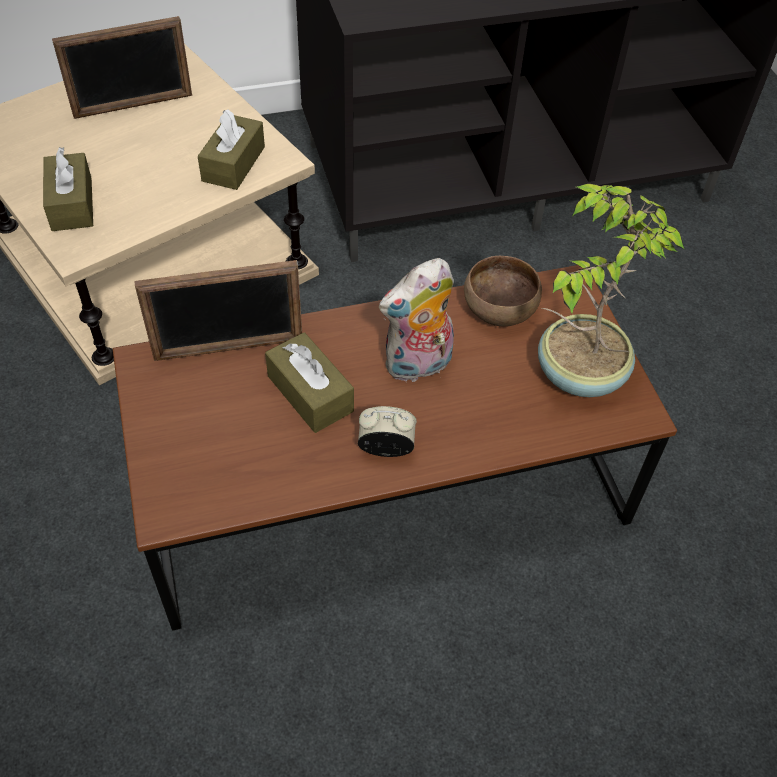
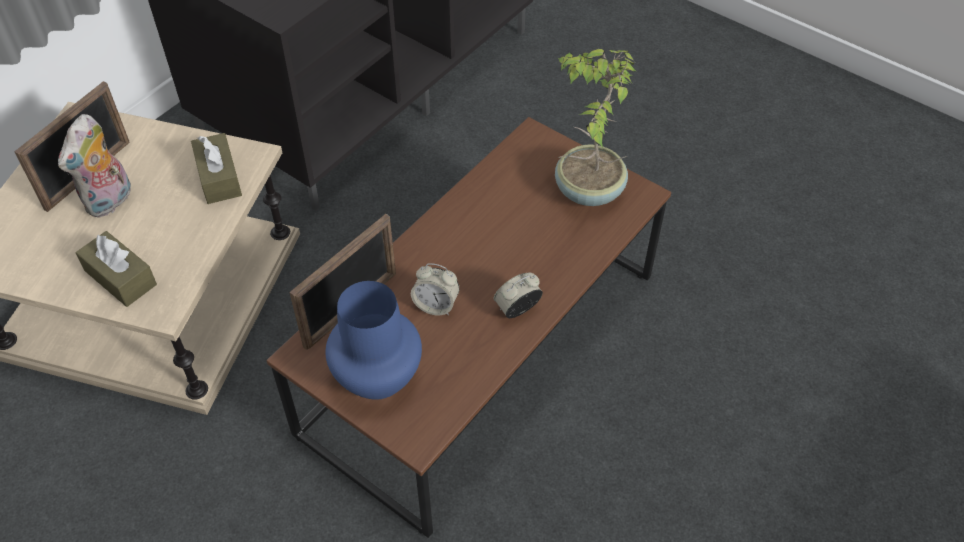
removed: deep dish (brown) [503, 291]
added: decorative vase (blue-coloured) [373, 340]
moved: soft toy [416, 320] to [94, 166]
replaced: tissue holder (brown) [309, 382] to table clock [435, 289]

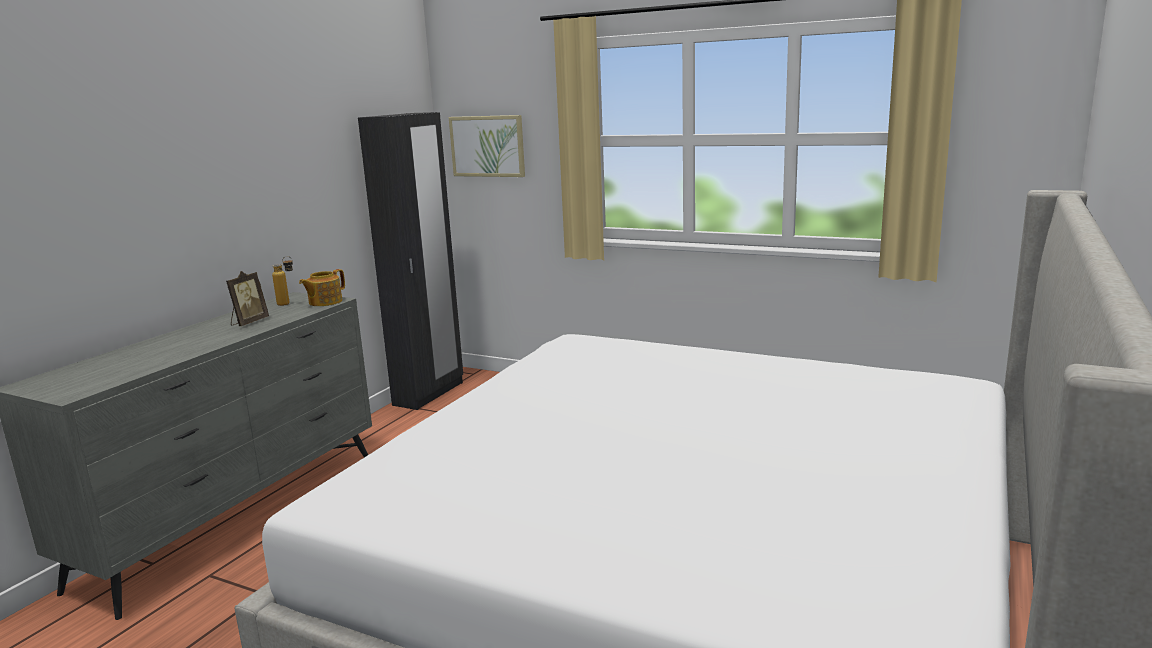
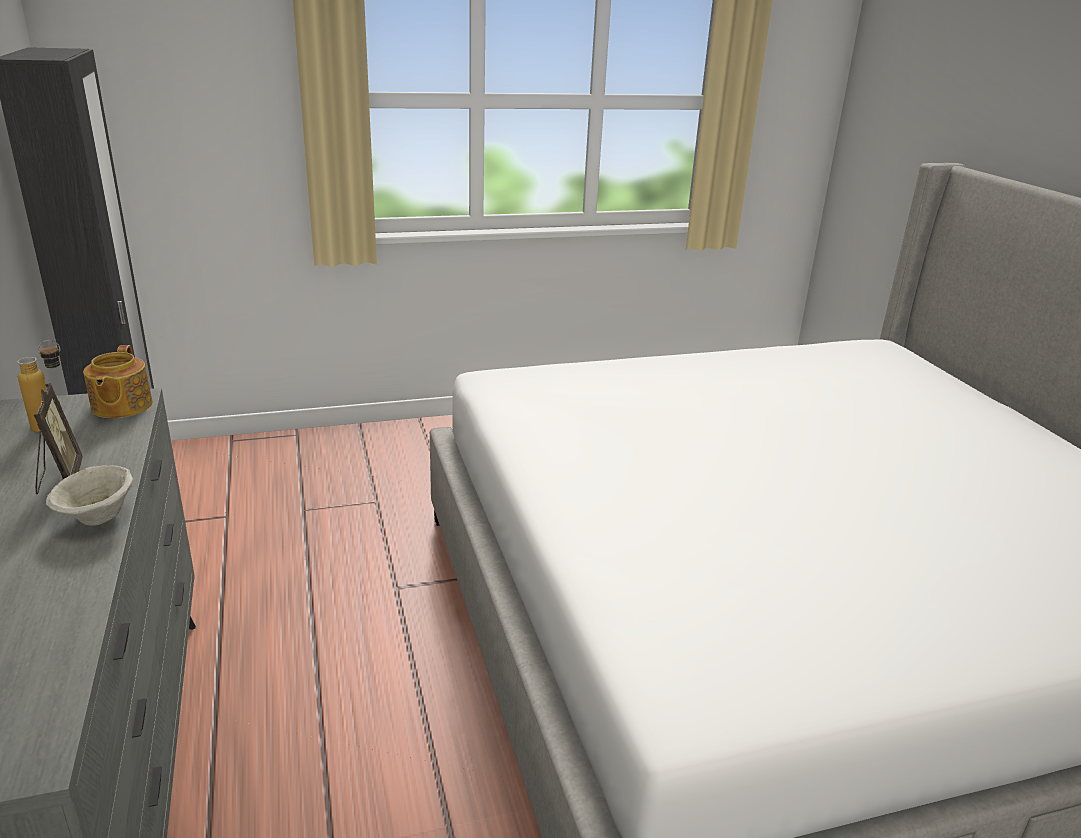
removed: wall picture [487, 146]
added: deep dish (beige) [89, 495]

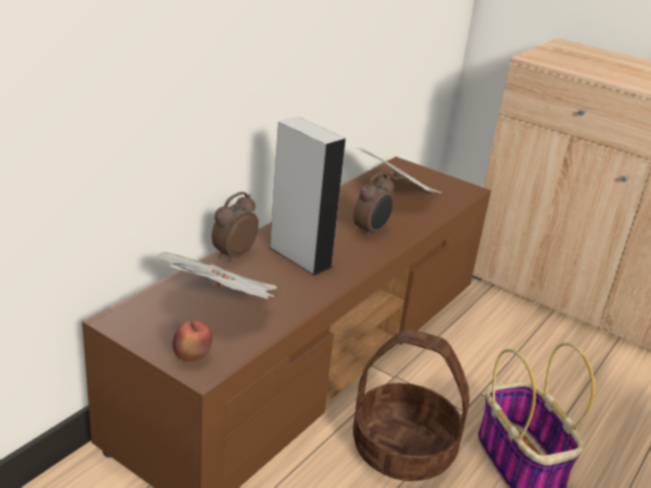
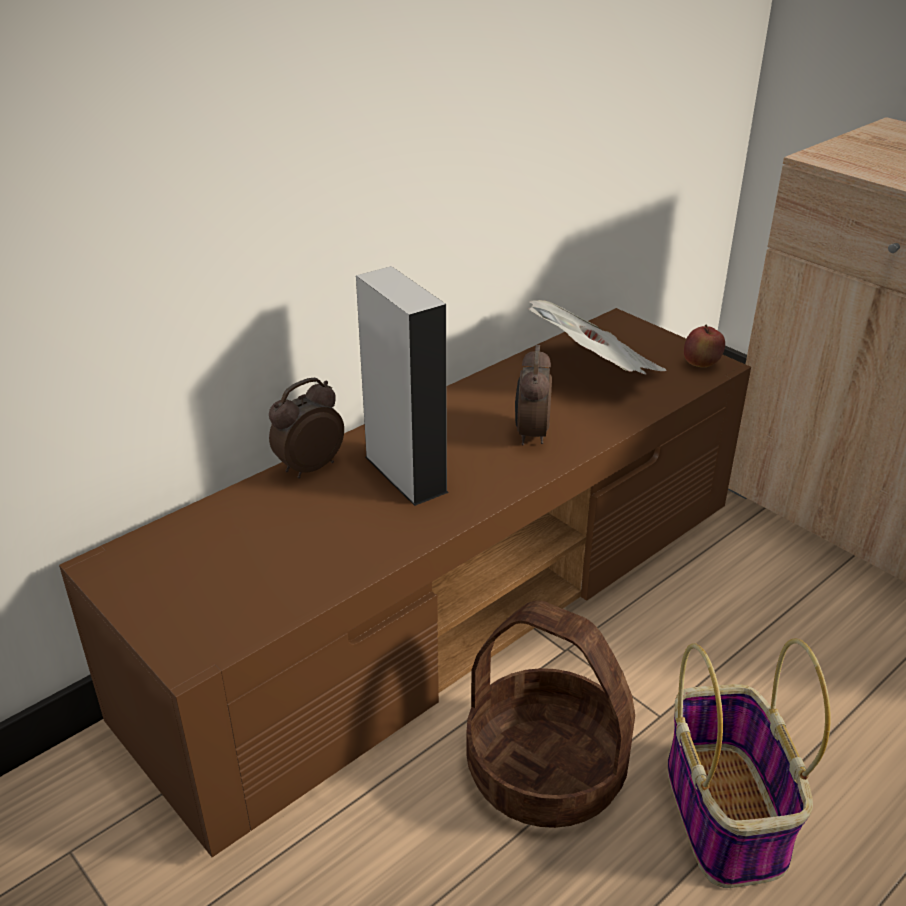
removed: newspaper [217, 275]
moved: apple fruit [192, 341] to [704, 345]
turned: table clock [373, 205] = [533, 395] 135 degrees clockwise

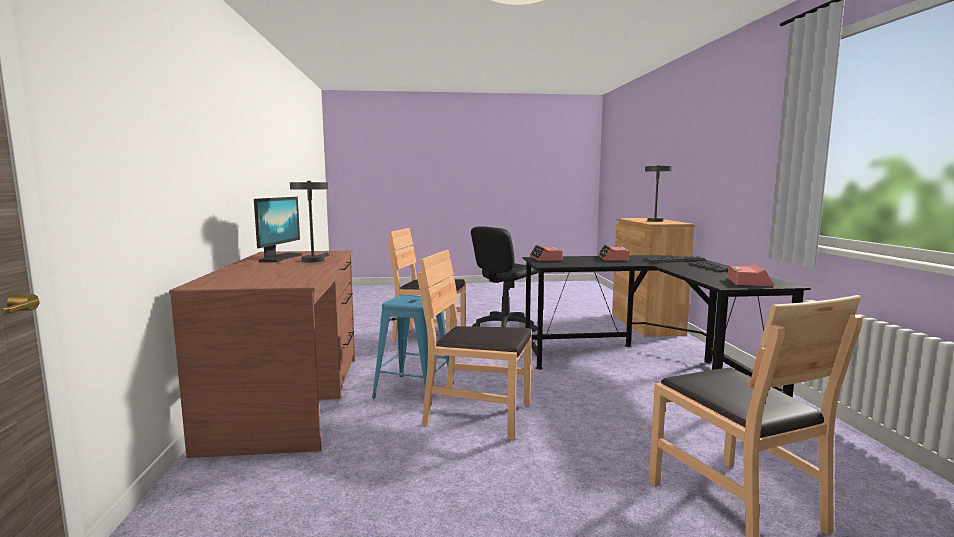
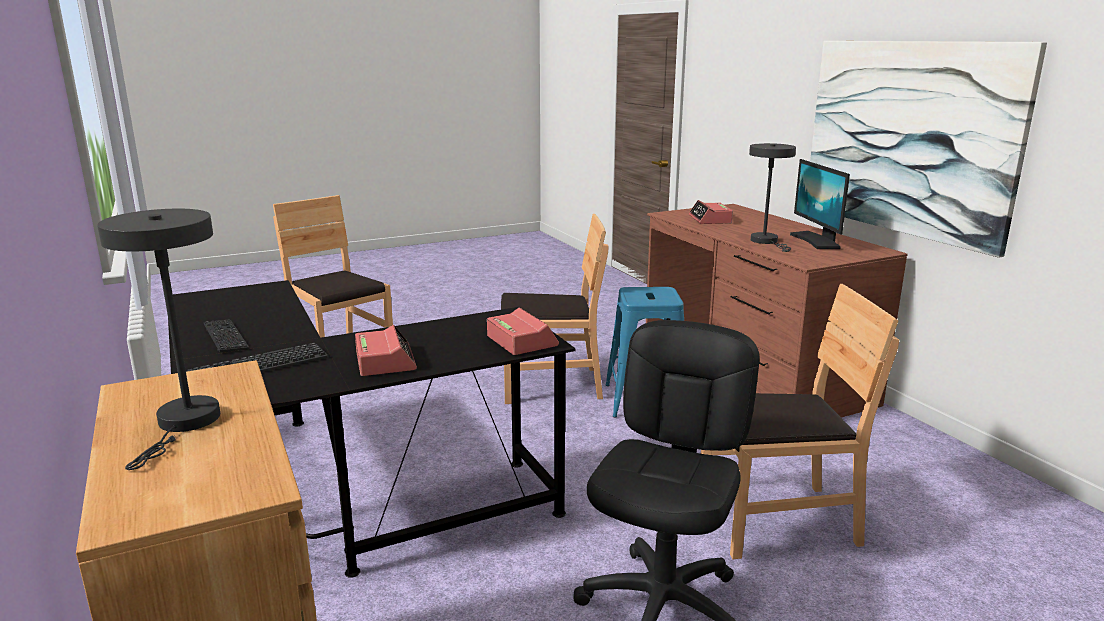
added: wall picture [928, 149]
moved: table clock [751, 275] to [711, 212]

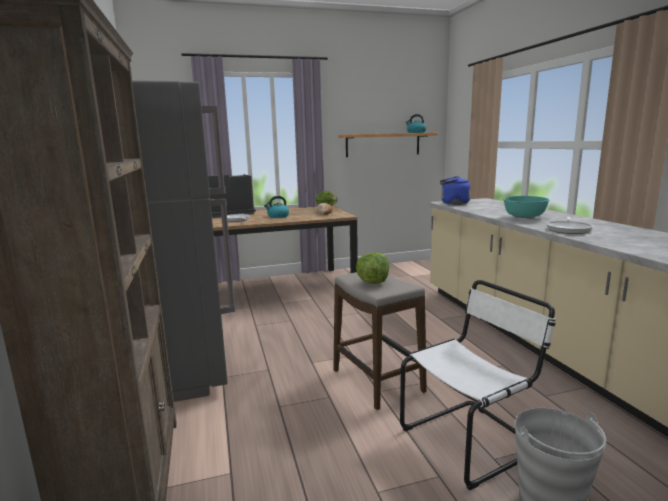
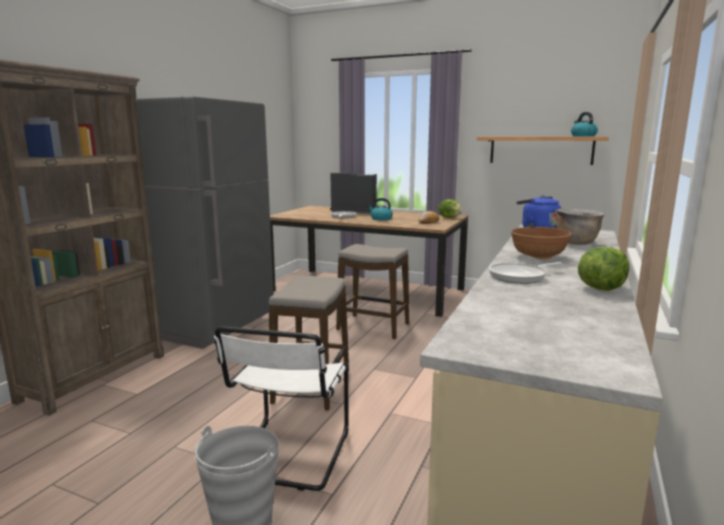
added: stool [372, 291]; cooking pot (brown) [581, 227]
moved: head of lettuce [372, 268] to [603, 269]
recoloured: deep dish (turquoise) [526, 207] to deep dish (brown) [541, 243]
turned: chair (whitish) [478, 385] = [281, 408] 90 degrees clockwise

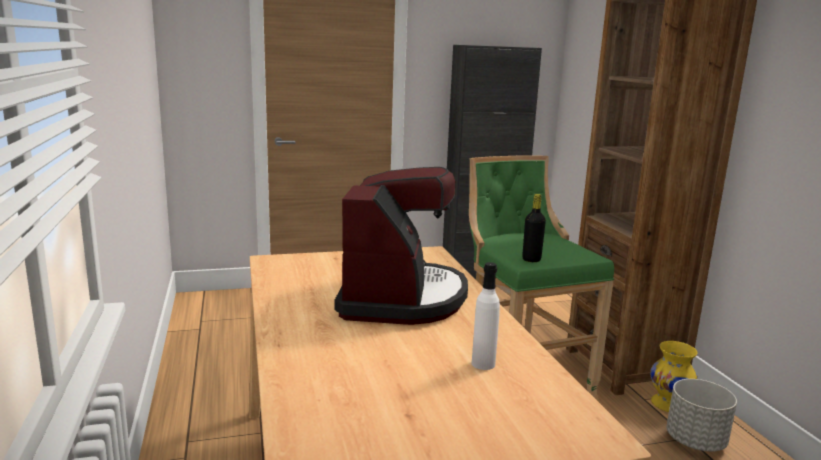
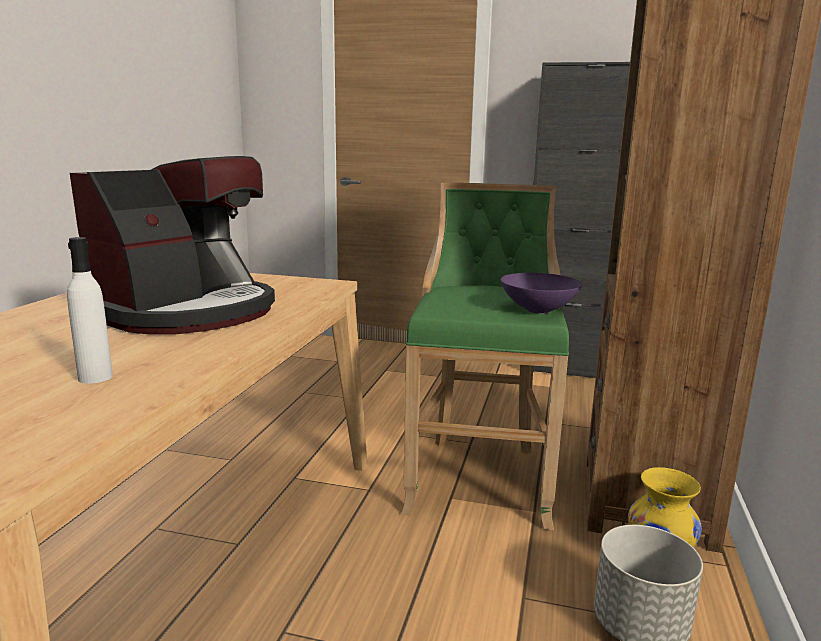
removed: beverage bottle (blackish) [534, 228]
added: deep dish (purplish) [541, 293]

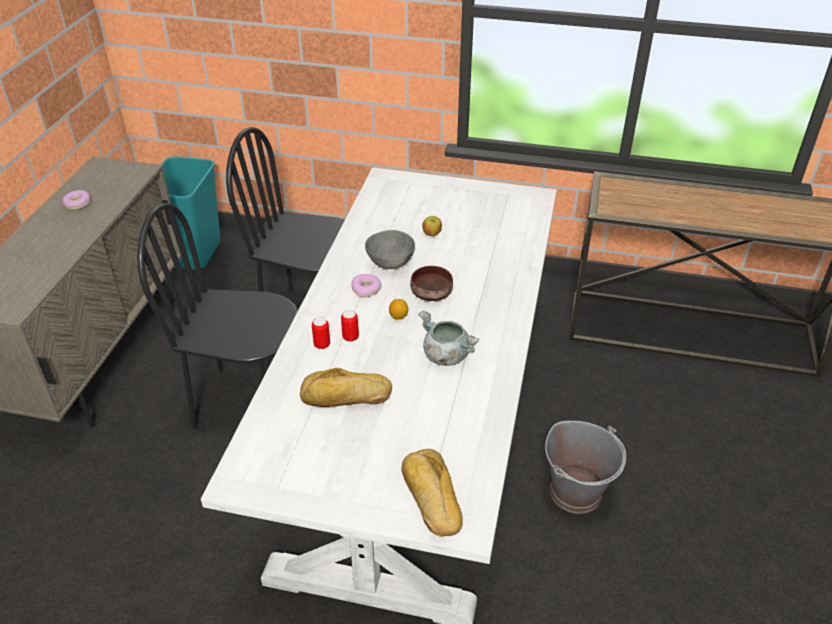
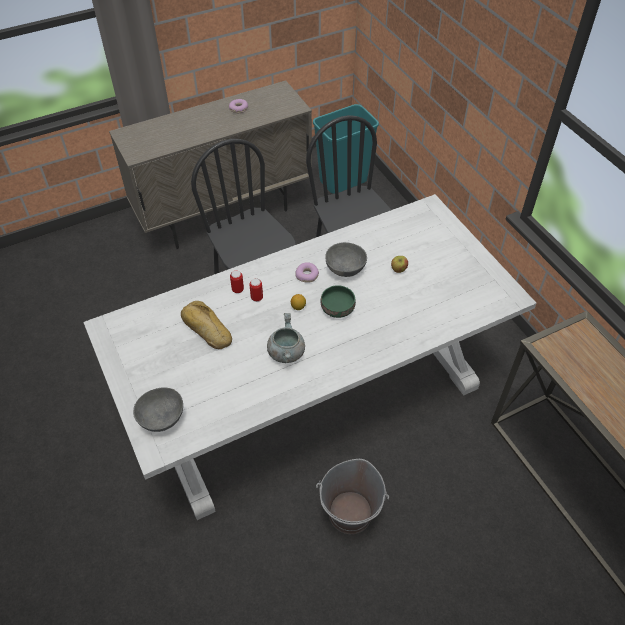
replaced: bread [432, 493] to deep dish (greyish) [158, 409]
recoloured: deep dish (brown) [431, 283] to deep dish (green-coloured) [338, 301]

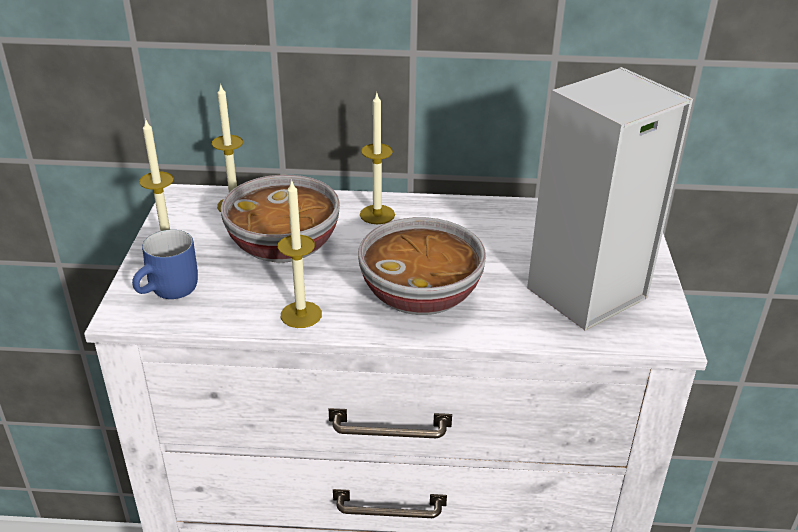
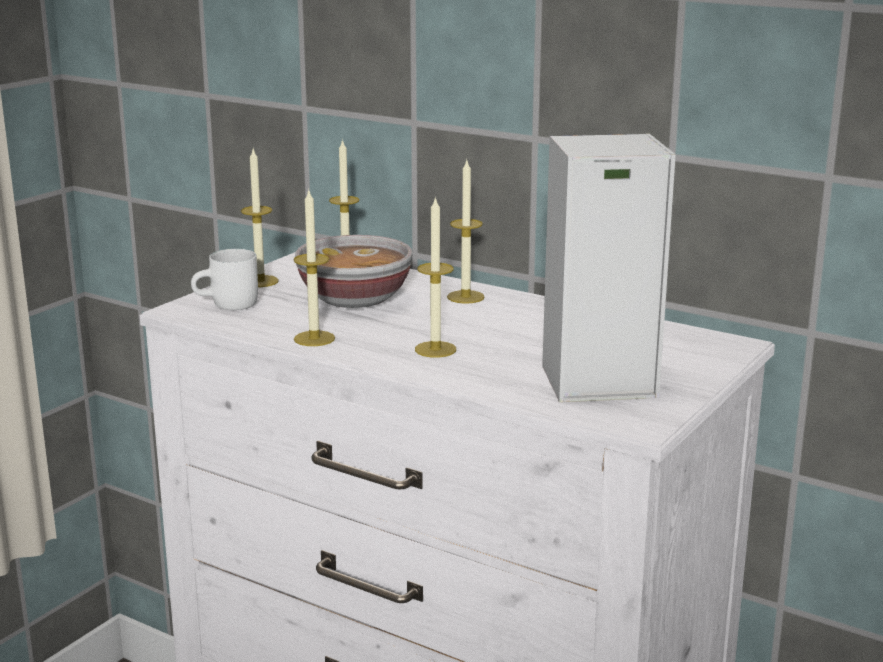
replaced: deep dish [422, 266] to wax candle [435, 277]
recoloured: tea mug (blue-coloured) [165, 264] to tea mug (whitish) [224, 279]

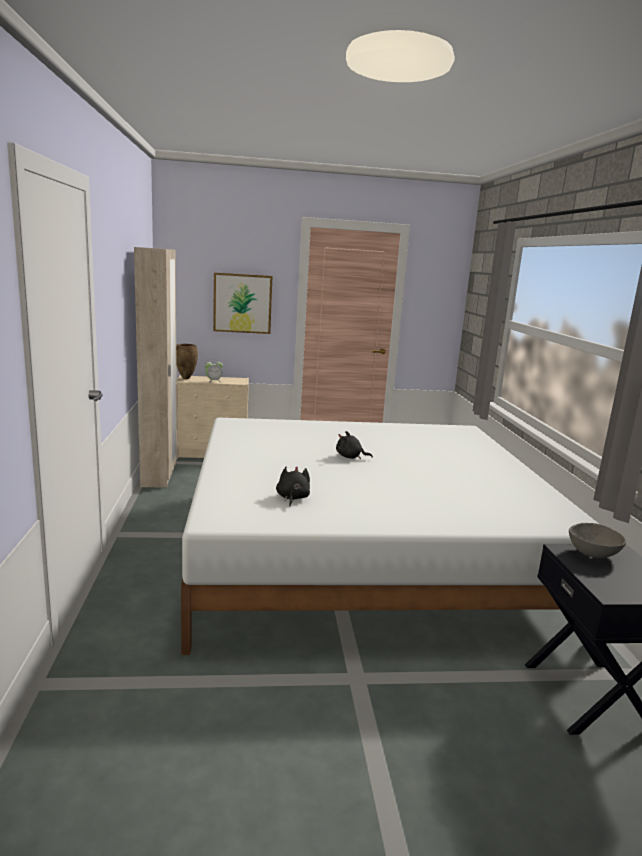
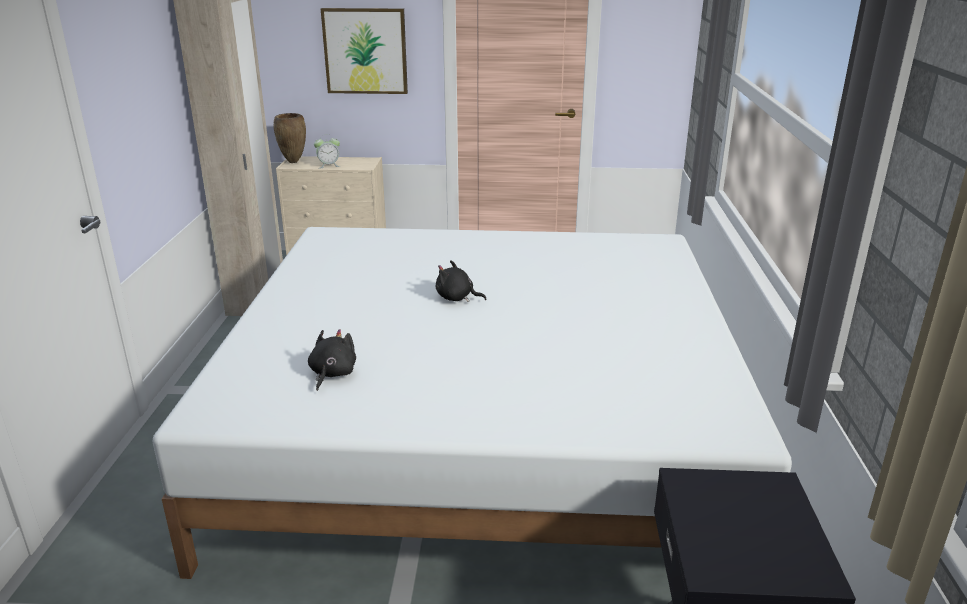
removed: deep dish (greyish) [597, 540]

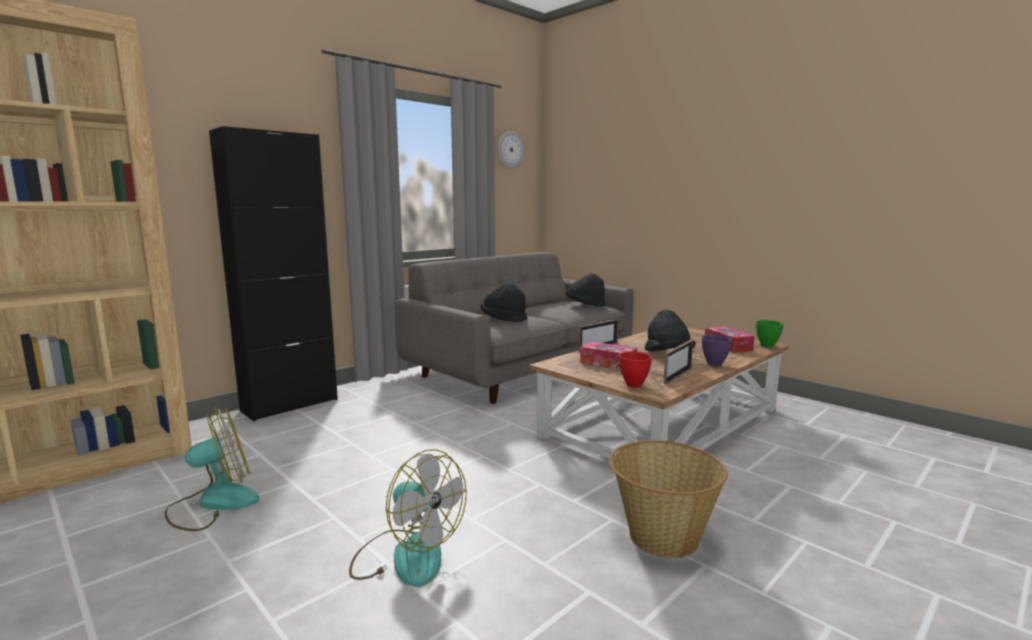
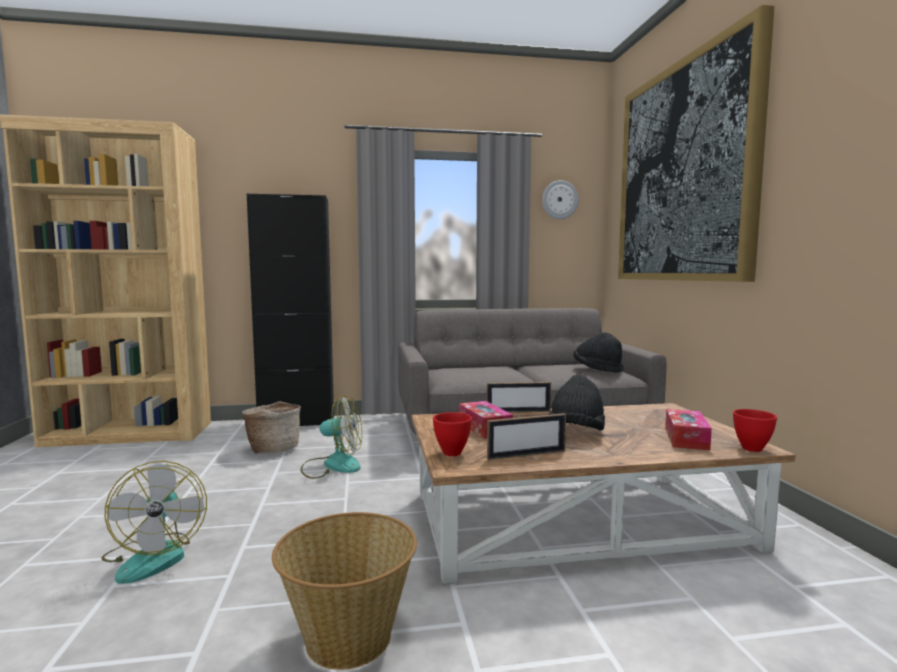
removed: hat (blackish) [504, 302]; deep dish (purplish) [717, 350]
added: storage basket [271, 427]; wall picture [696, 143]
moved: fan [211, 469] to [331, 437]
recoloured: deep dish (green-coloured) [770, 333] to deep dish (red) [755, 430]

